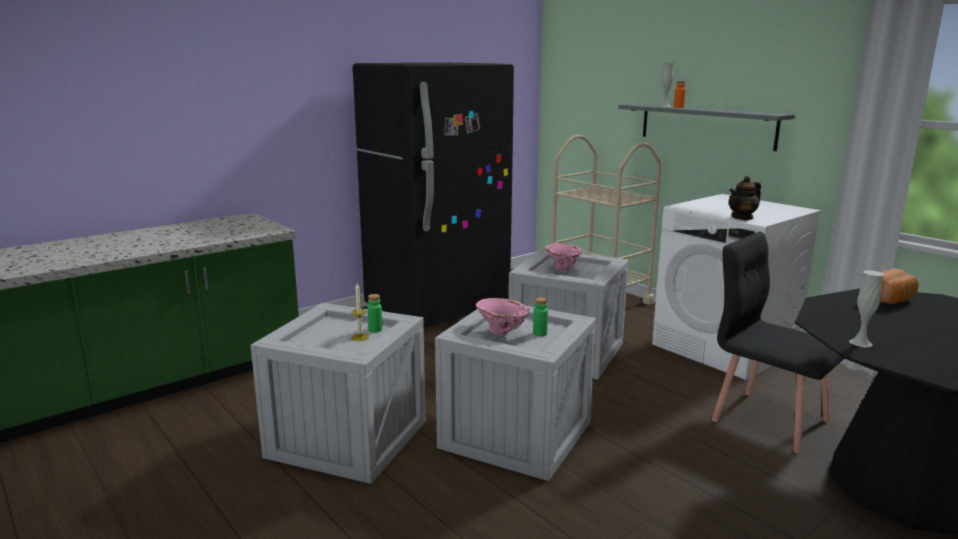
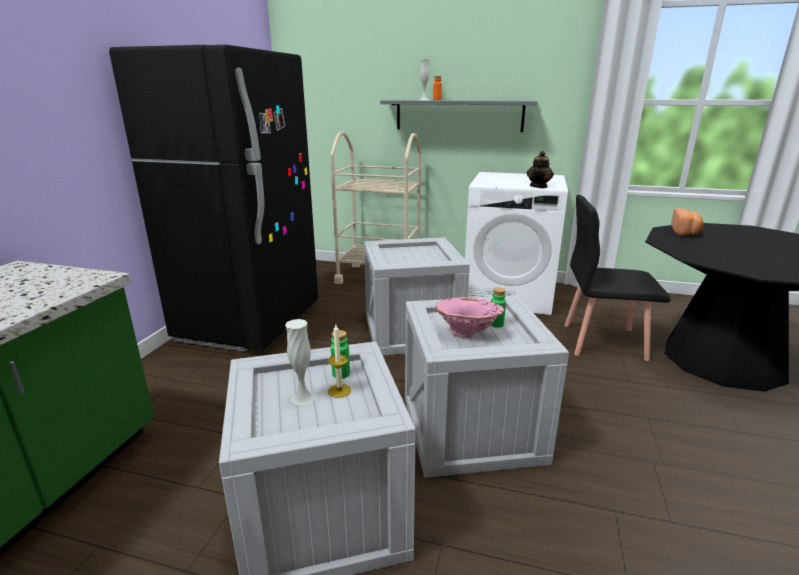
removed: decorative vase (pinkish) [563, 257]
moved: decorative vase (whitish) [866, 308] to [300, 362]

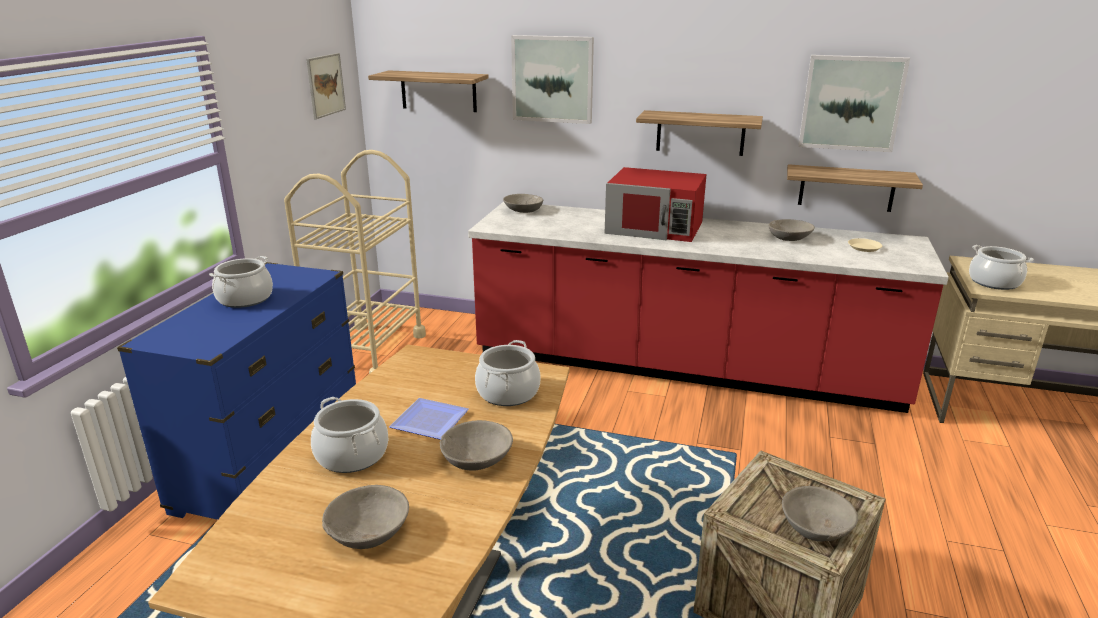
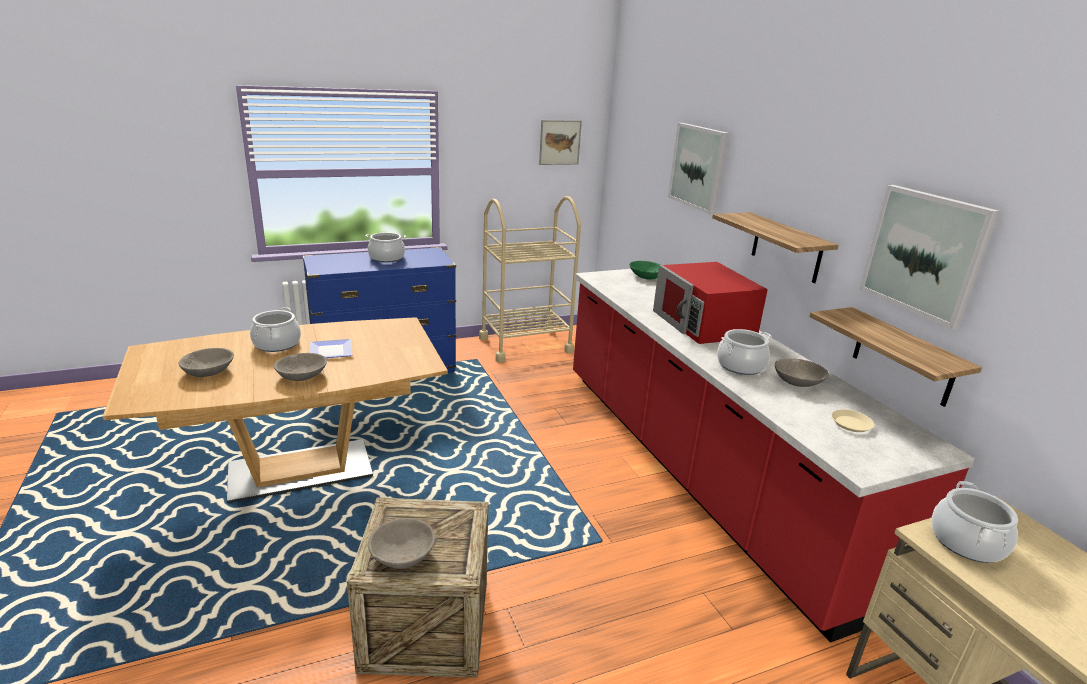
removed: shelf [428, 91]
moved: cooking pot [508, 373] to [744, 352]
recoloured: deep dish (greyish) [523, 203] to deep dish (green-coloured) [644, 270]

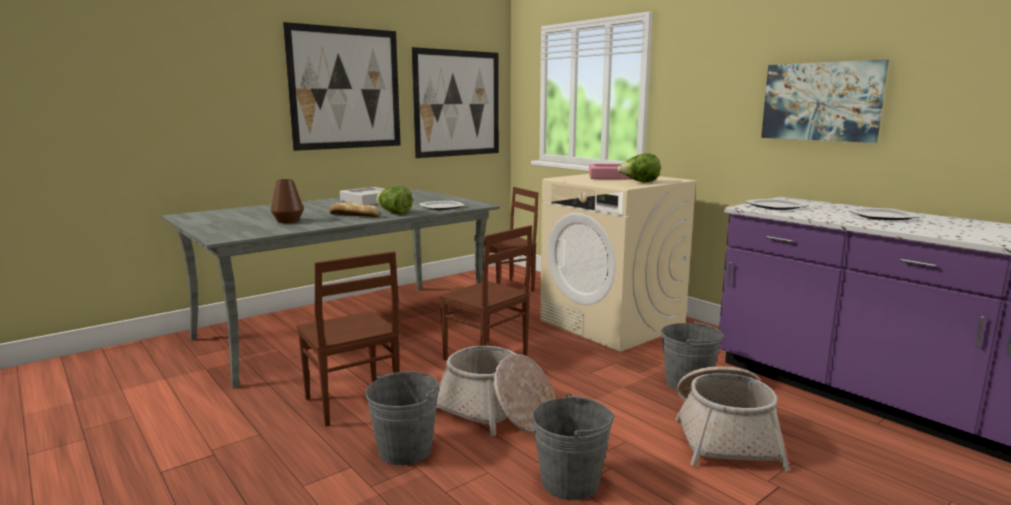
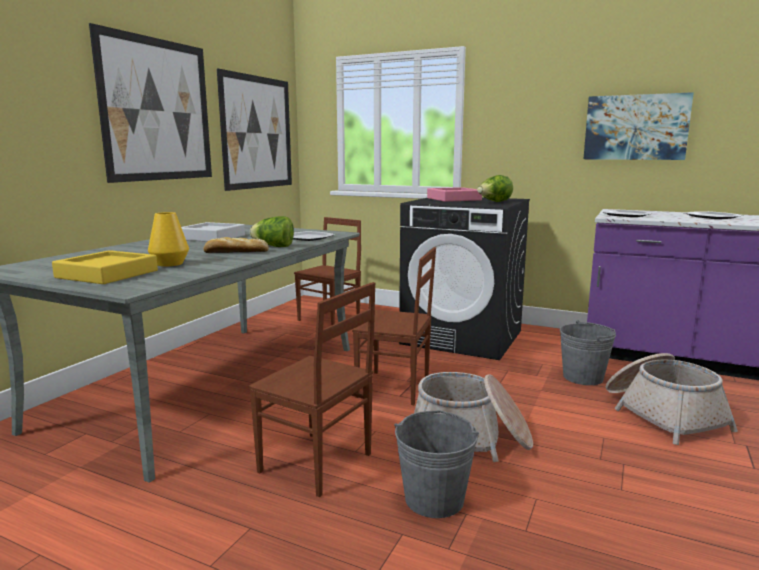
removed: pail (greyish) [573, 446]
added: carrying tray (yellow-coloured) [105, 267]
recoloured: decorative vase (brown) [287, 201] to decorative vase (yellow-coloured) [168, 239]; washing machine (beige) [619, 263] to washing machine (blackish) [464, 278]

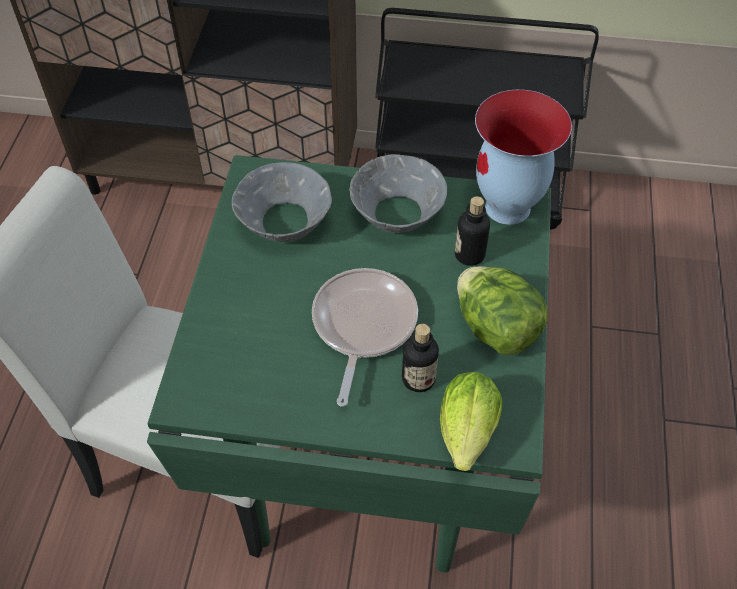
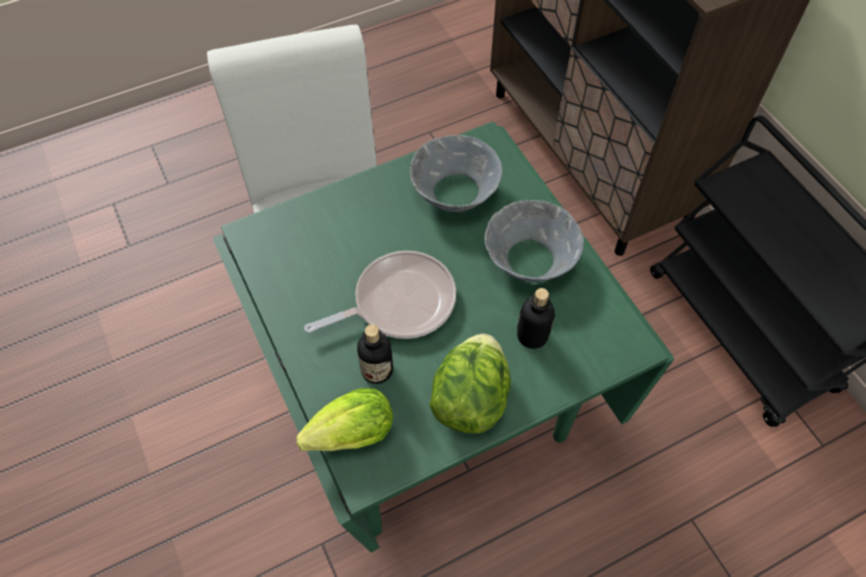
removed: decorative vase [523, 157]

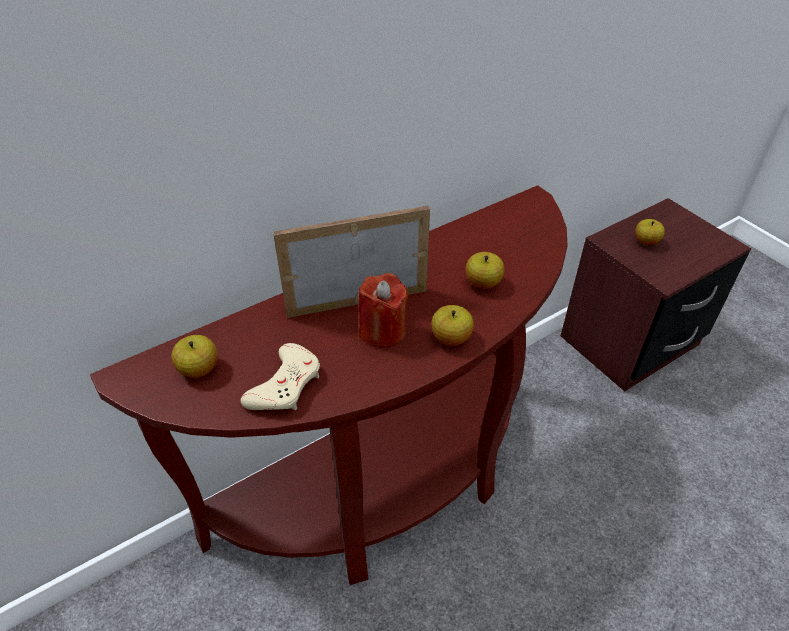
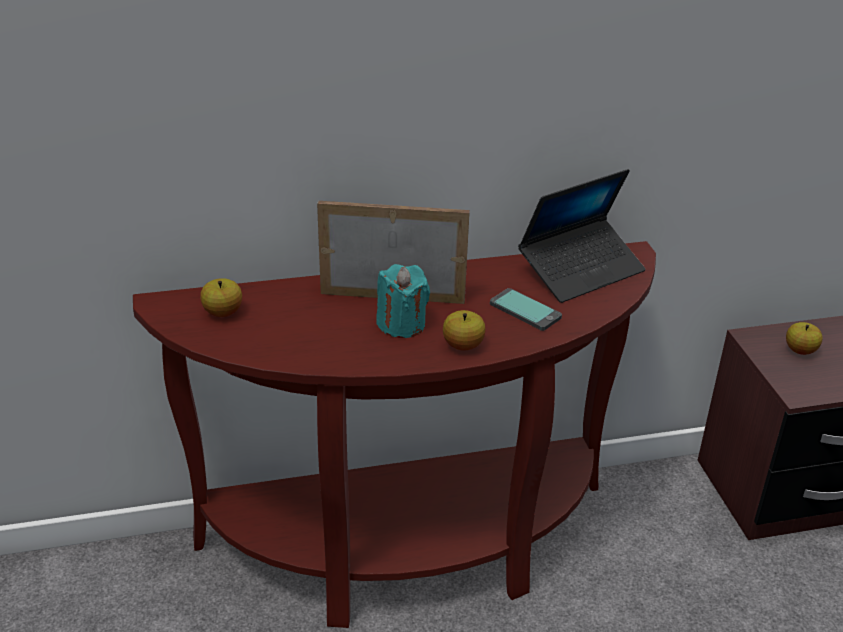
removed: gamepad (beige) [280, 376]
added: laptop [582, 236]
replaced: apple fruit [485, 270] to handset [526, 309]
recoloured: wax candle (red) [383, 310] to wax candle (turquoise) [403, 301]

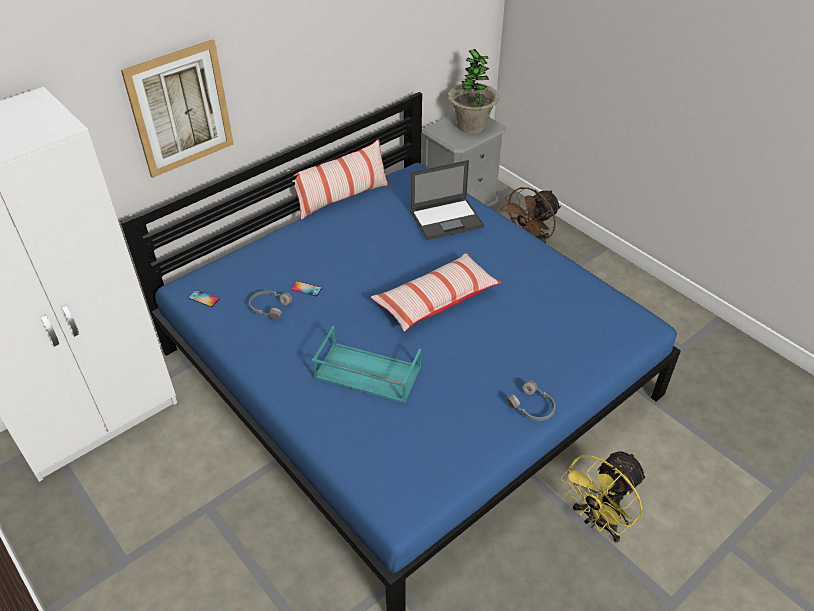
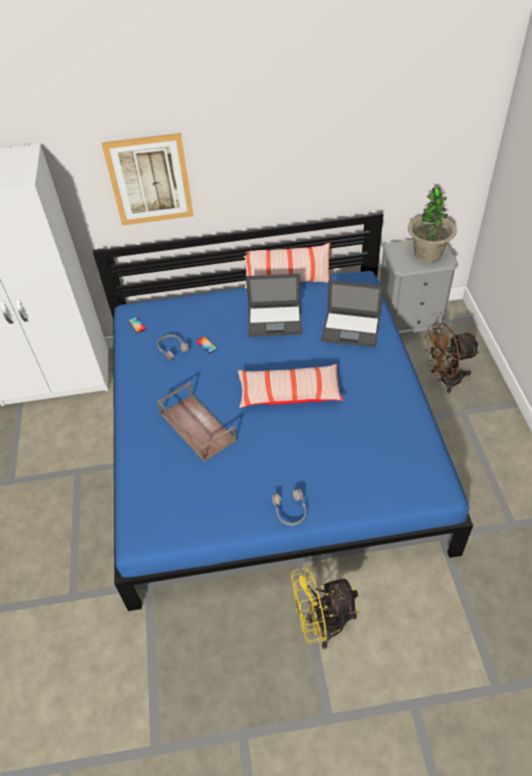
added: laptop [274, 305]
recoloured: carrying tray (turquoise) [366, 364] to carrying tray (brown) [197, 422]

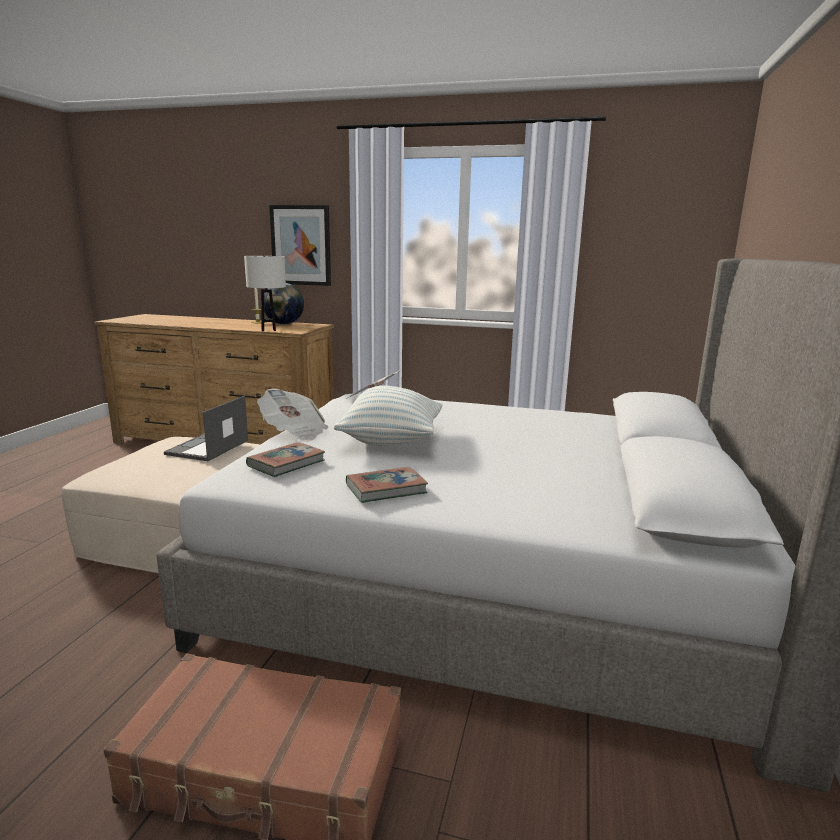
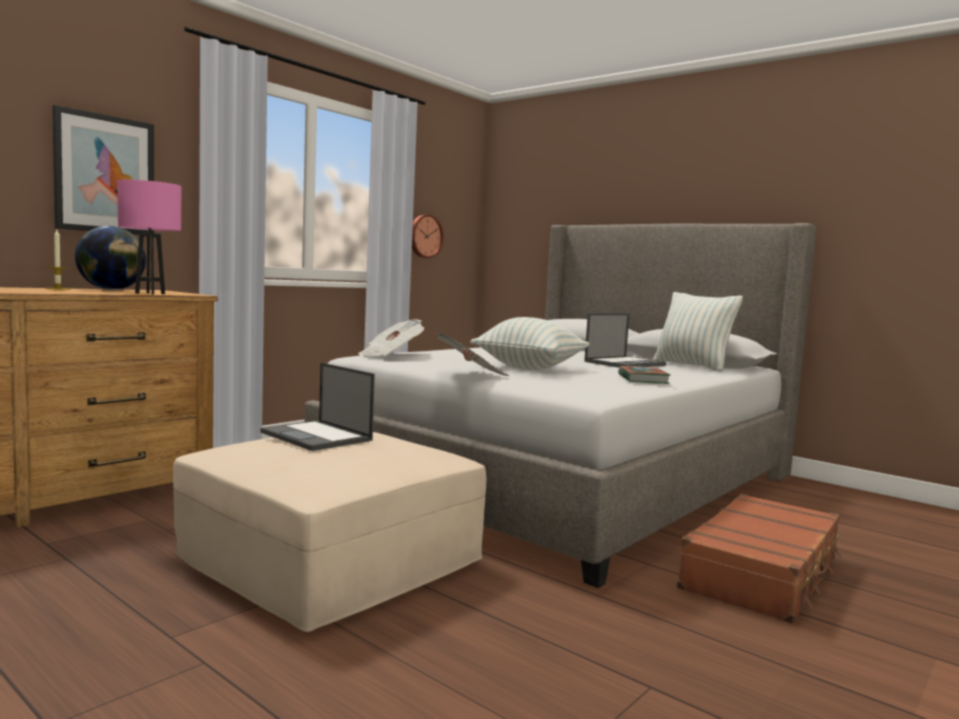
removed: bound book [285, 459]
added: wall clock [427, 236]; laptop [625, 340]; cushion [698, 332]
recoloured: table lamp (whitish) [265, 293] to table lamp (pinkish) [149, 237]

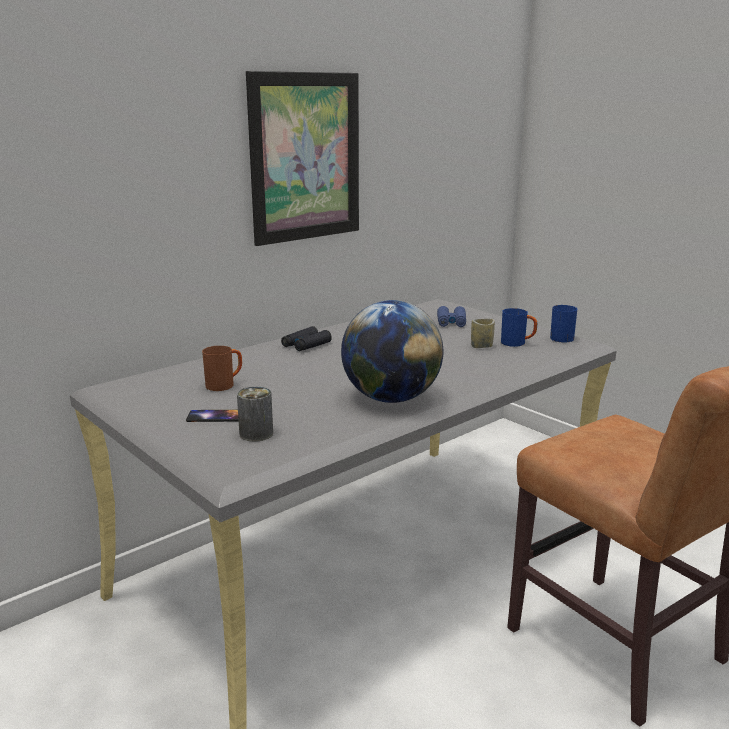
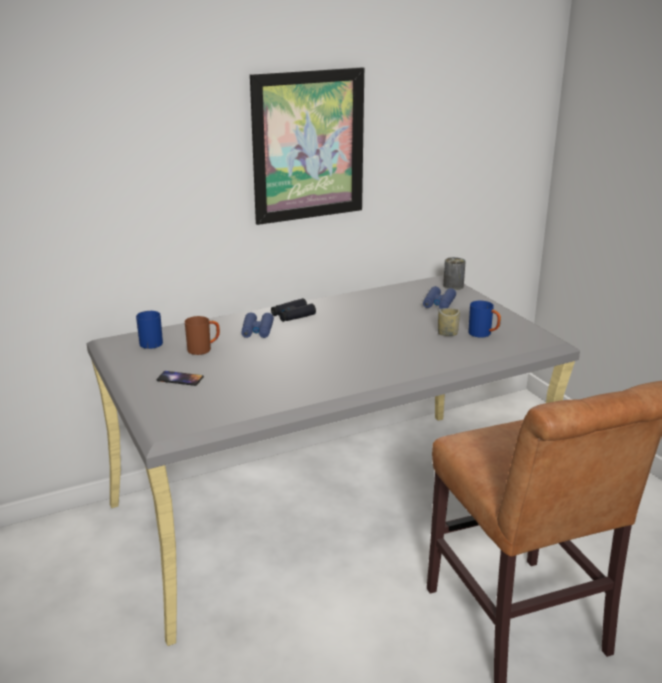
removed: desk globe [392, 351]
added: field glasses (blue-coloured) [258, 325]
moved: sealed can [255, 414] to [454, 273]; tea mug (blue-coloured) [563, 324] to [149, 330]

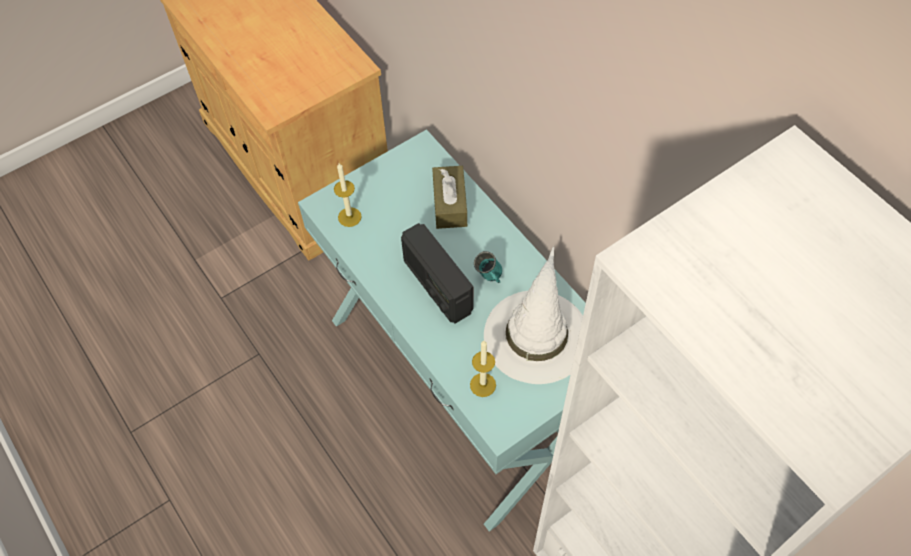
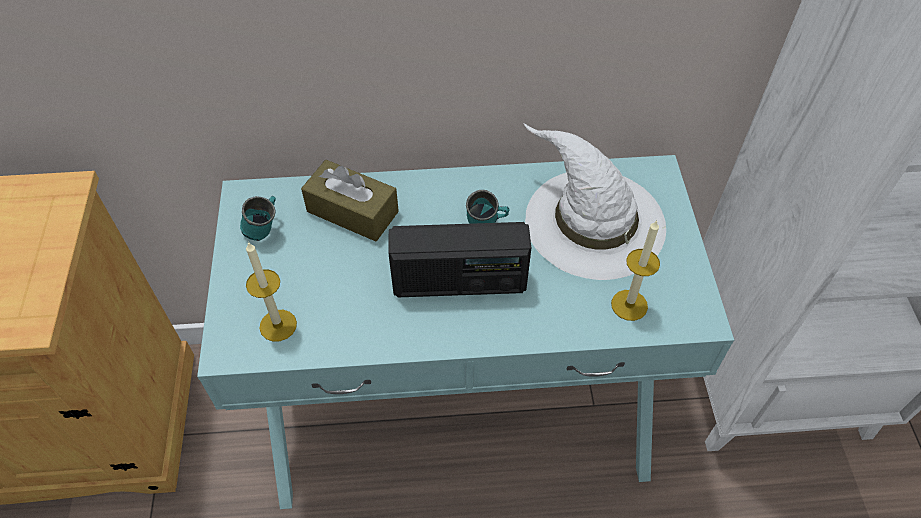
added: tea mug (turquoise) [258, 218]

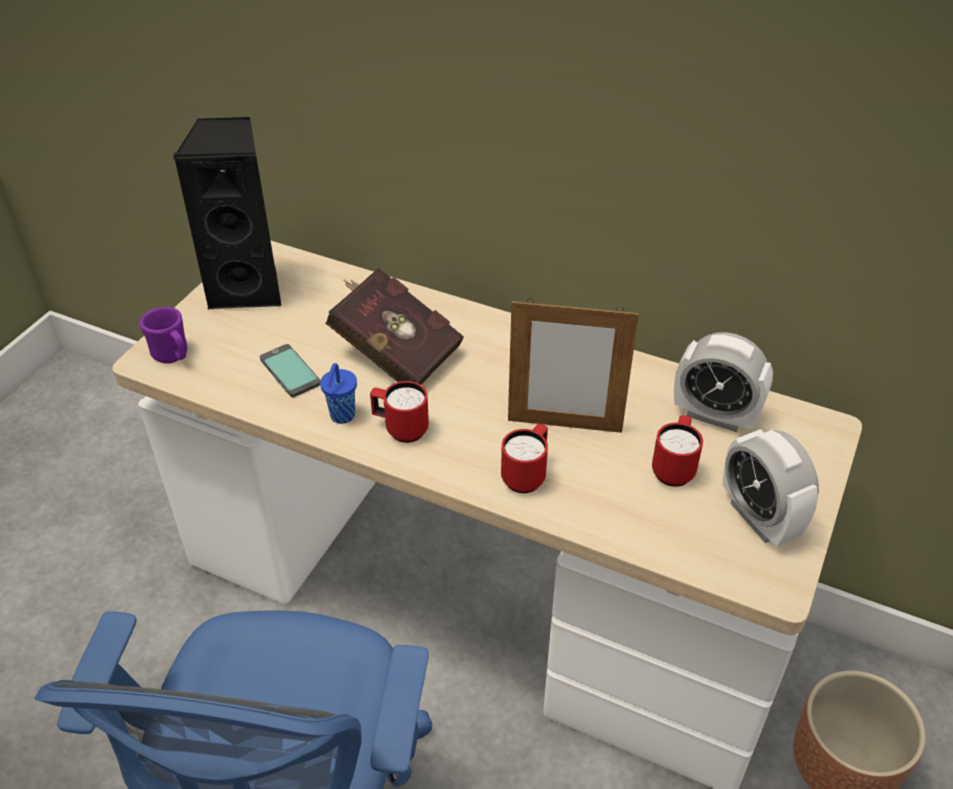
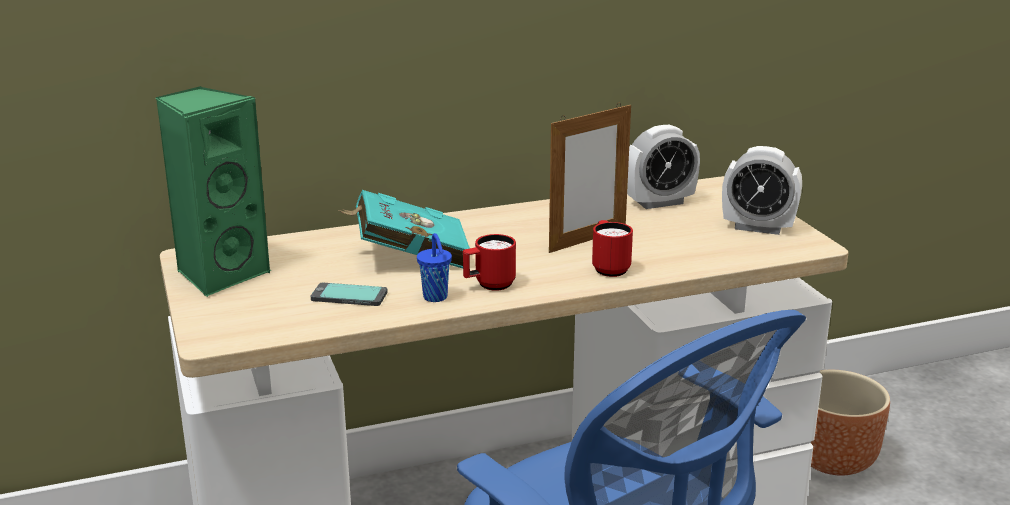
removed: tea mug (purplish) [163, 335]; tea mug (red) [677, 451]
recoloured: loudspeaker (blackish) [227, 213] to loudspeaker (green-coloured) [213, 191]; bound book (red) [394, 326] to bound book (turquoise) [404, 229]

